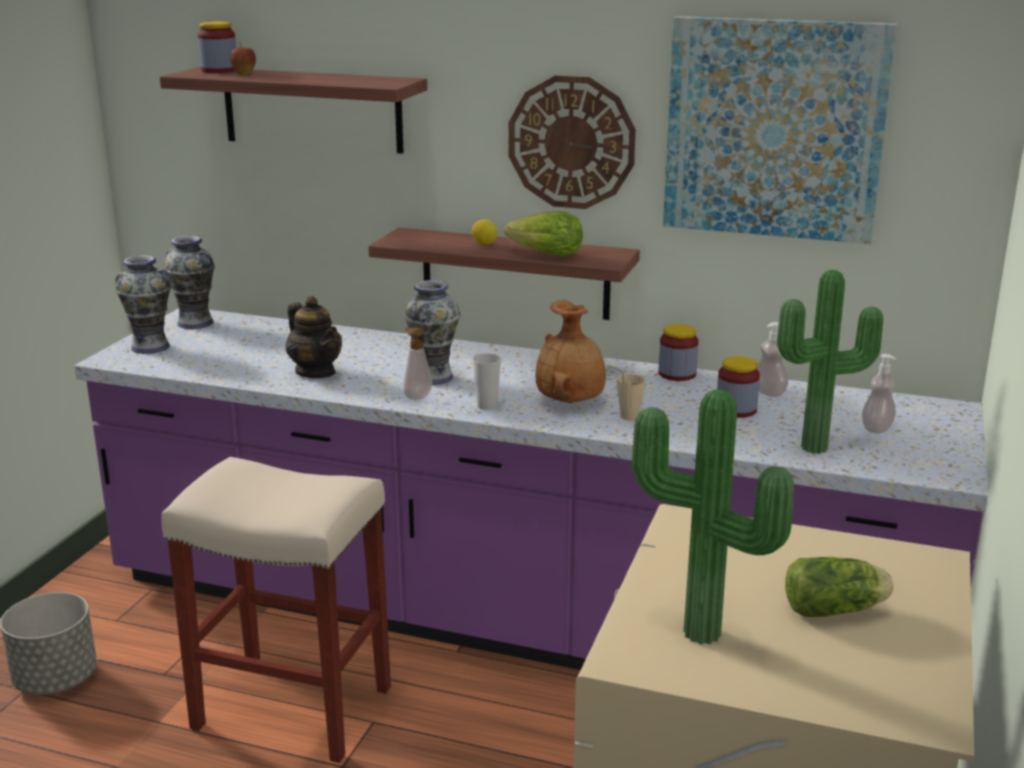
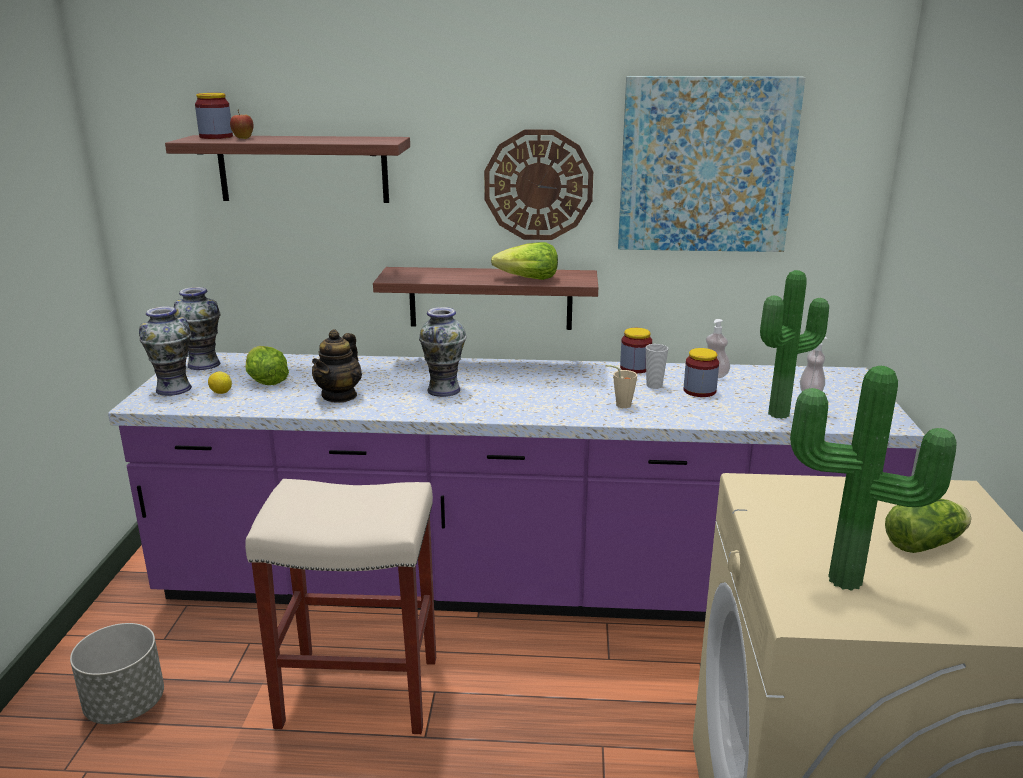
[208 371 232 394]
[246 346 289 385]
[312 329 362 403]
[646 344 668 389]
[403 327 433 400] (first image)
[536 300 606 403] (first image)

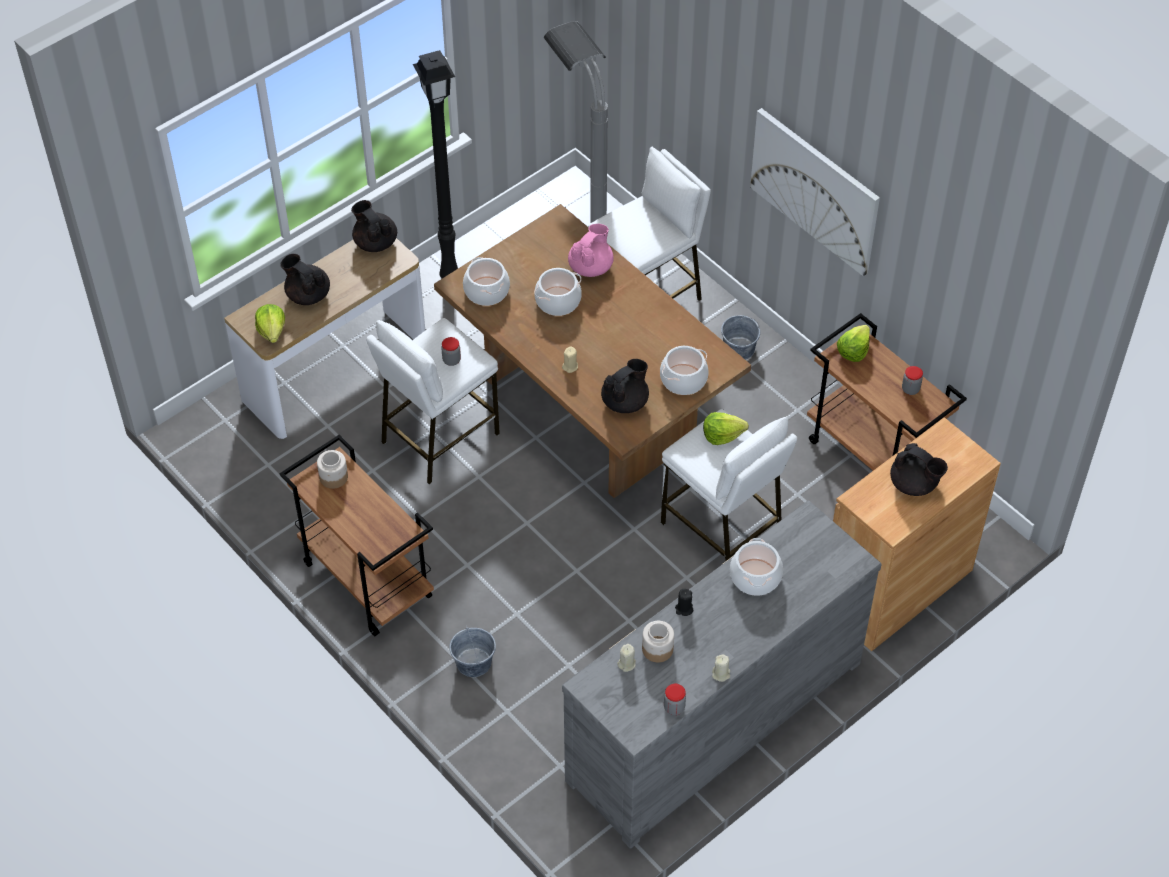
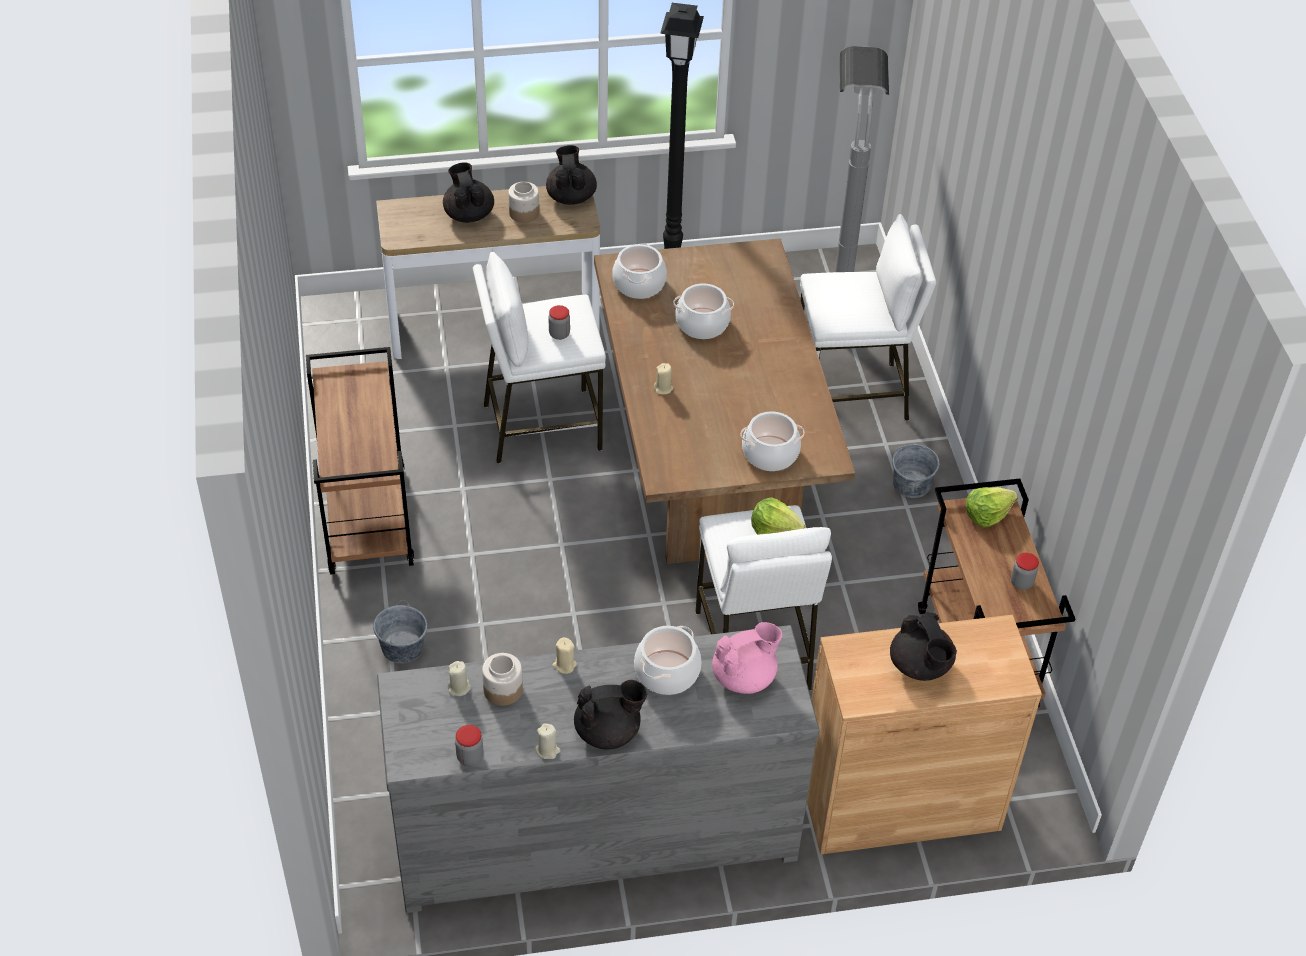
[508 181 539 223]
[552 637 577 674]
[574 680 647 750]
[712 622 783 694]
[255 304 285 343] (first image)
[750 108 880 277] (first image)

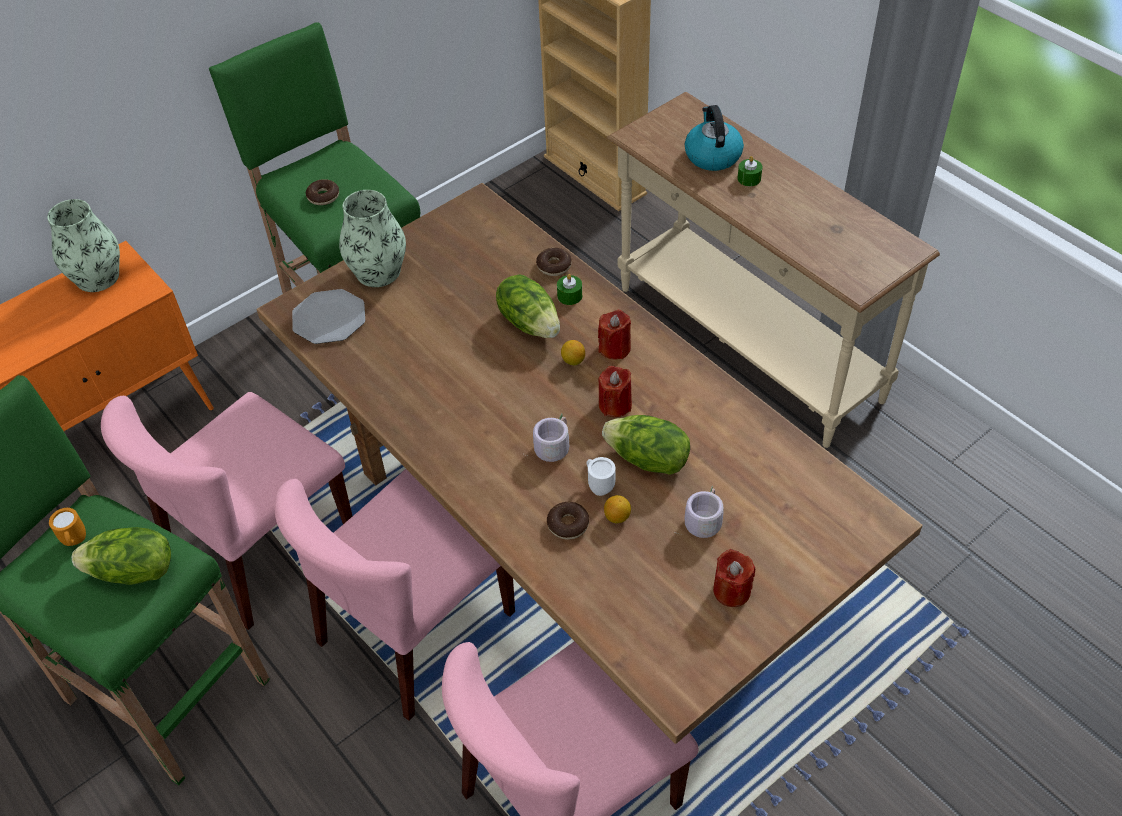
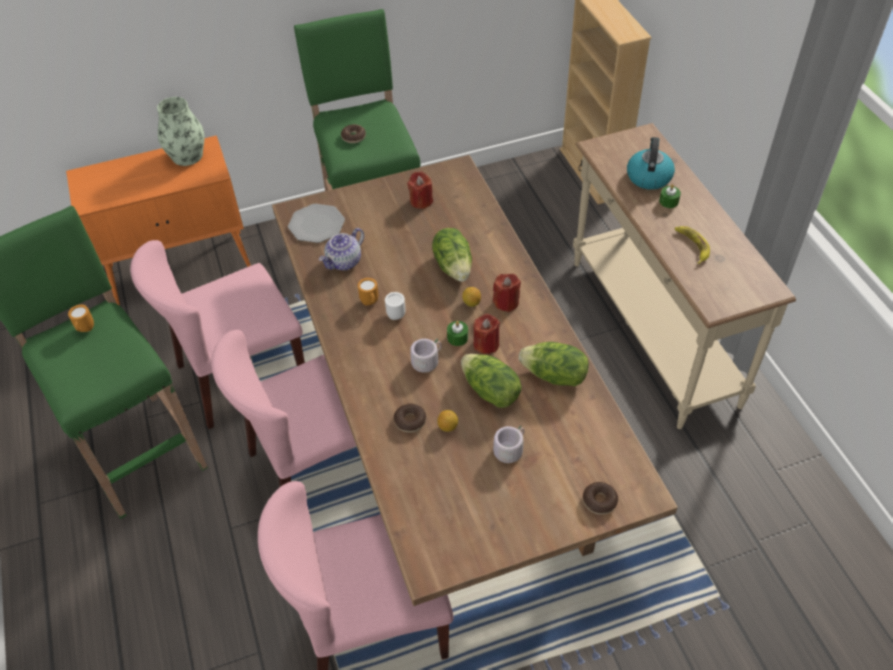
[319 228 364 270]
[358 278 378 306]
[385 292 406 320]
[407 171 433 209]
[447 321 468 346]
[519 342 589 386]
[583 482 618 515]
[675 226 710 264]
[339 190 406 287] (first image)

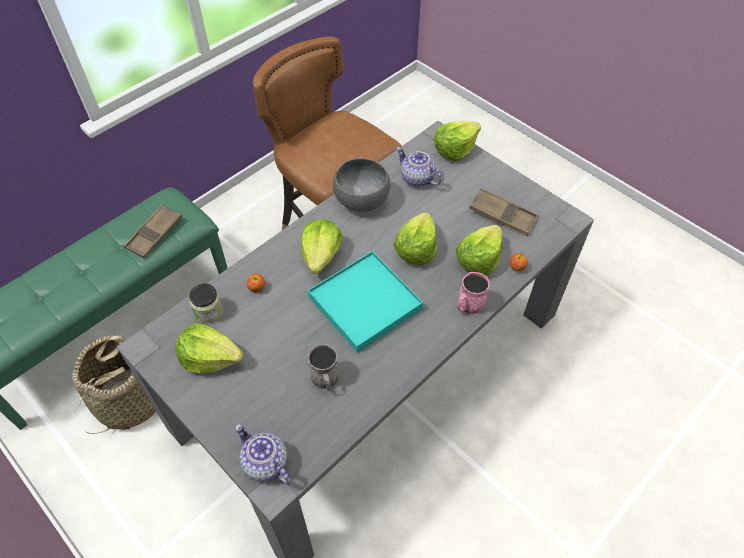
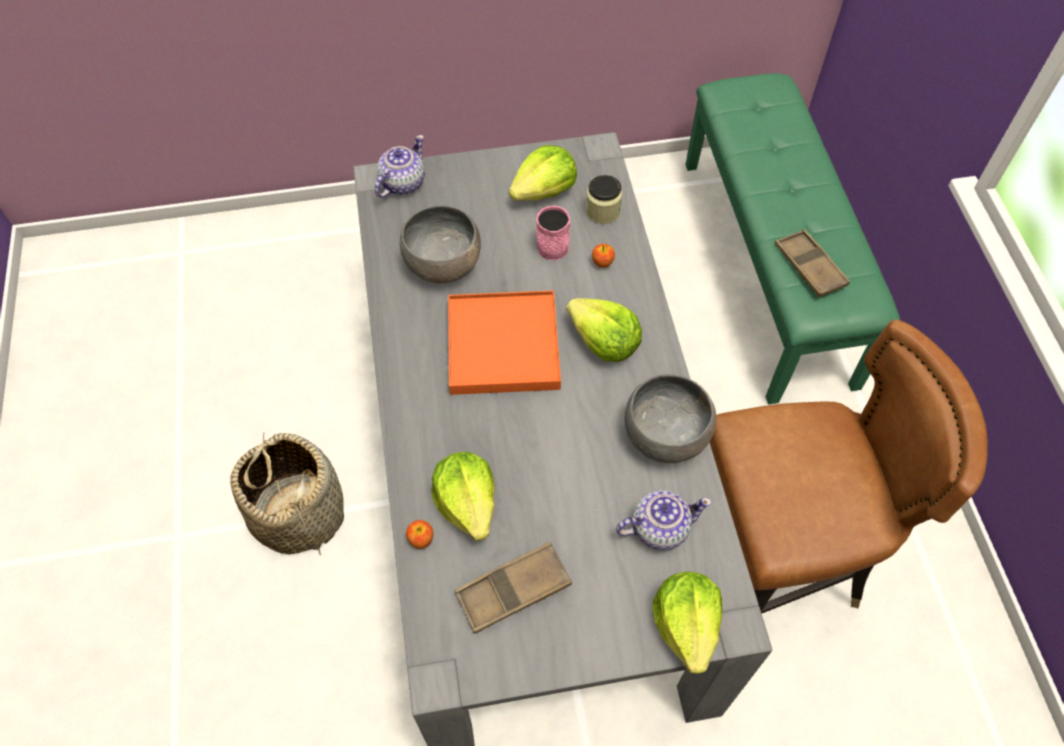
[230 433 344 555]
[375 135 425 197]
[400 205 481 283]
[448 290 561 395]
[536 205 570 260]
[394 212 437 265] (first image)

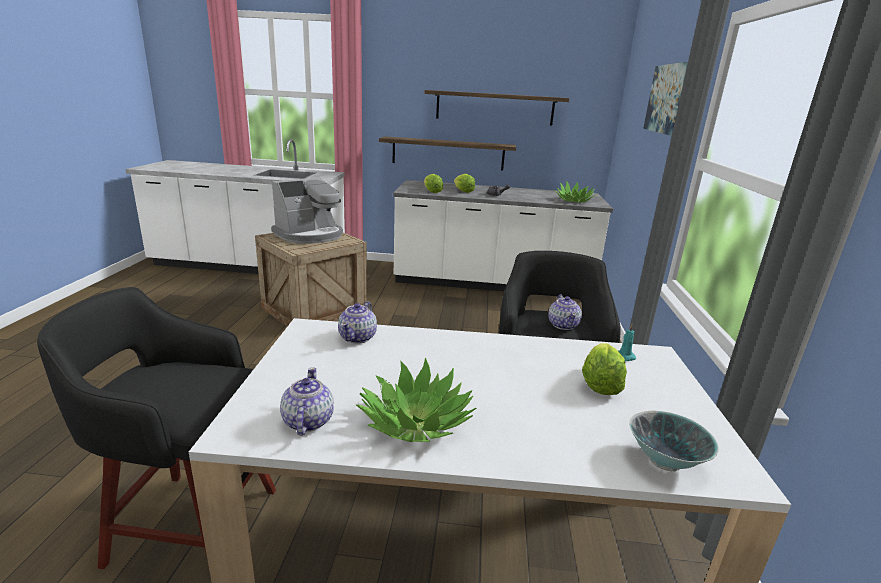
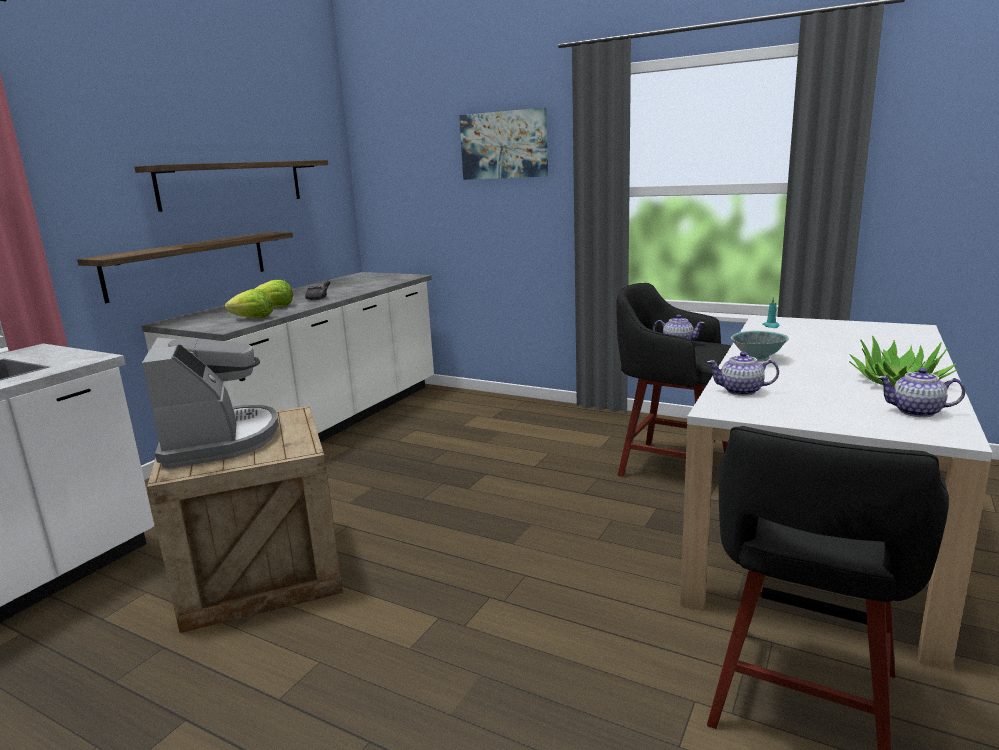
[707 352 779 396]
[731 331 789 362]
[554 180 597 202] (first image)
[582 343 627 395] (first image)

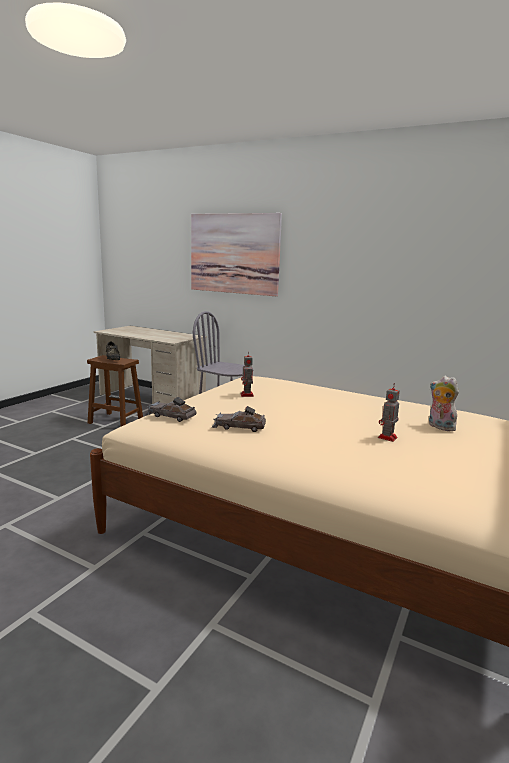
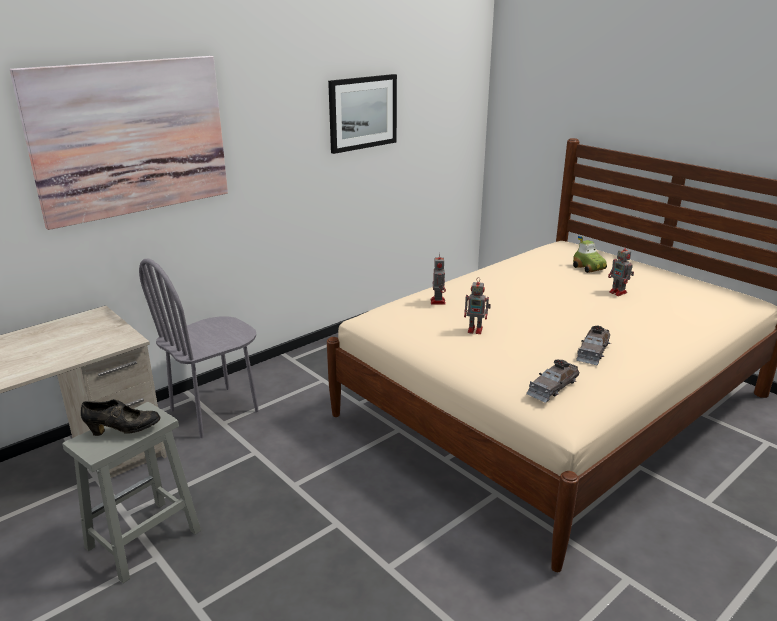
[63 402 201 583]
[328 74 397 154]
[431 253 446 305]
[573 236 607 273]

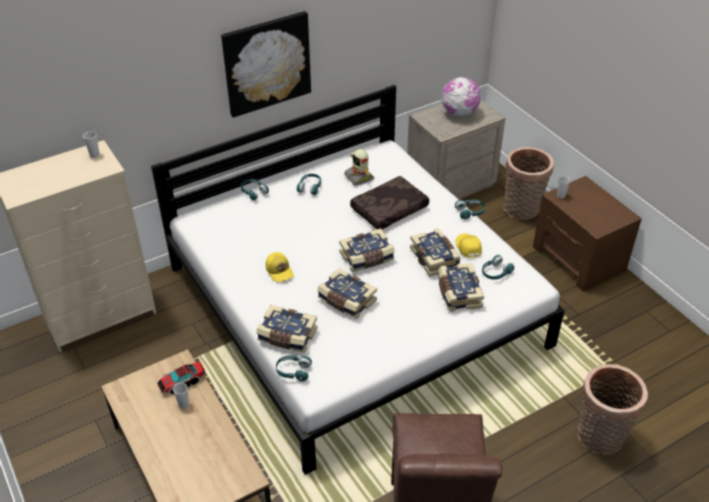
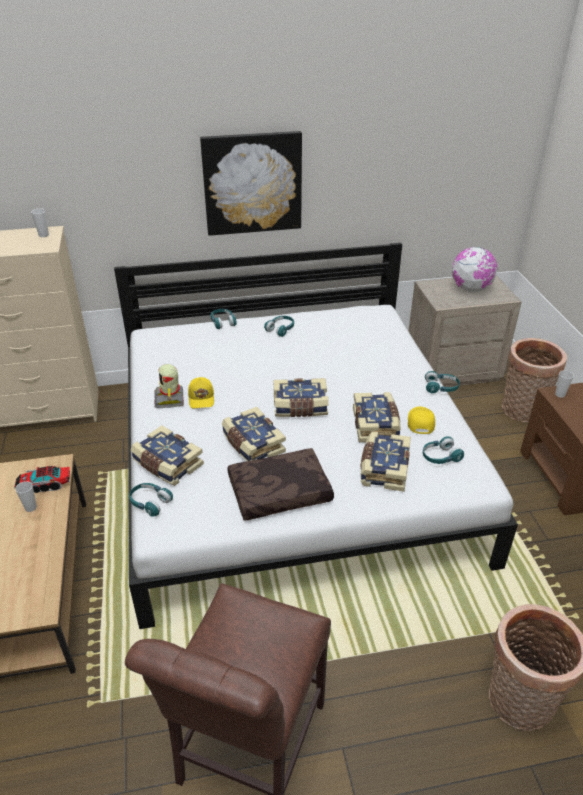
[154 364 184 408]
[227 448 334 521]

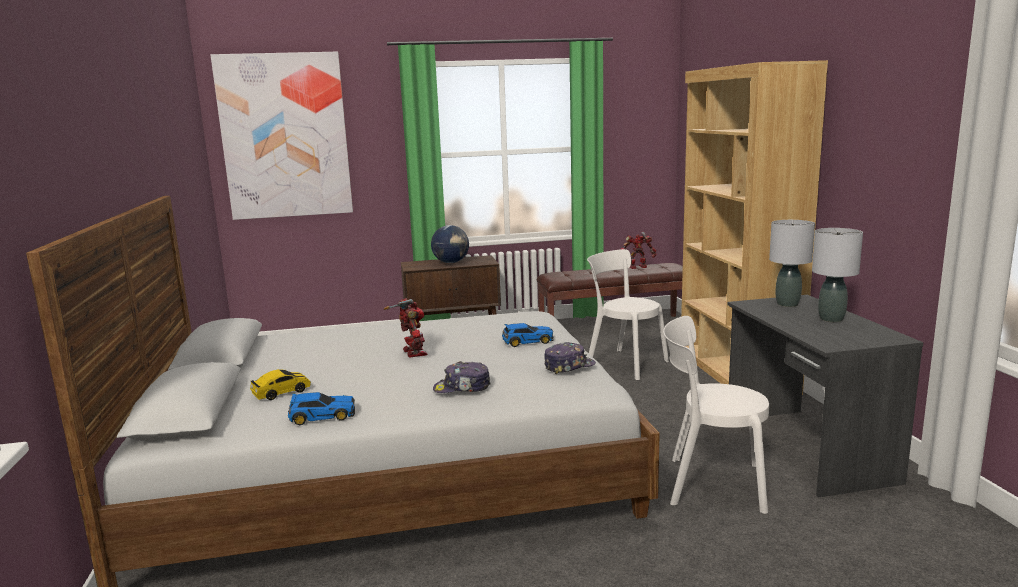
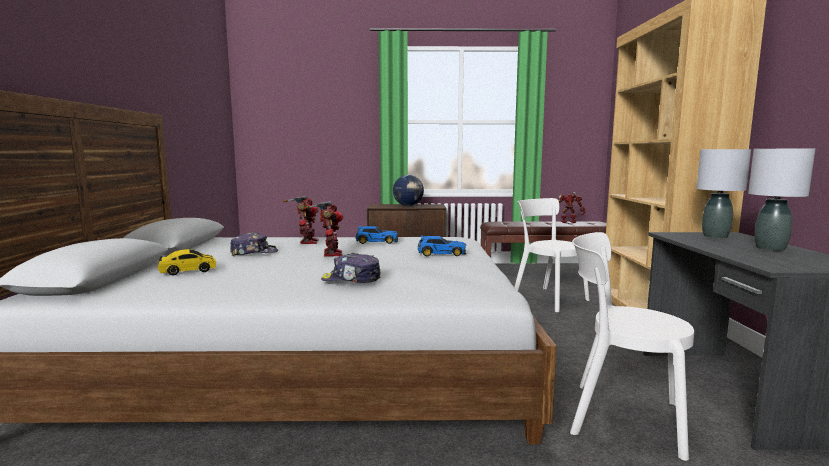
[230 233 278 256]
[283 196 319 244]
[355 226 398 244]
[210 52 353 220] (first image)

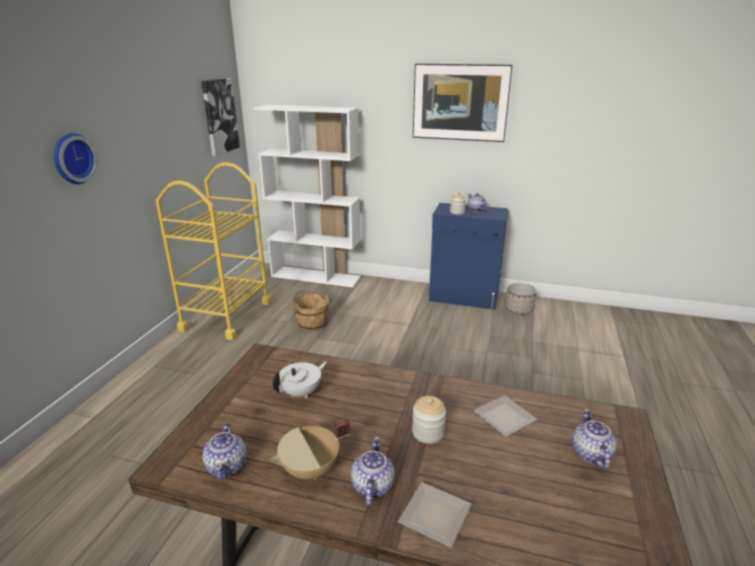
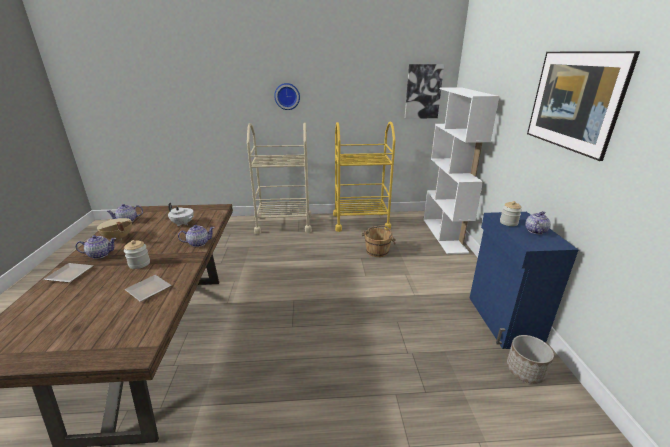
[178 225 215 247]
[247 123 312 234]

